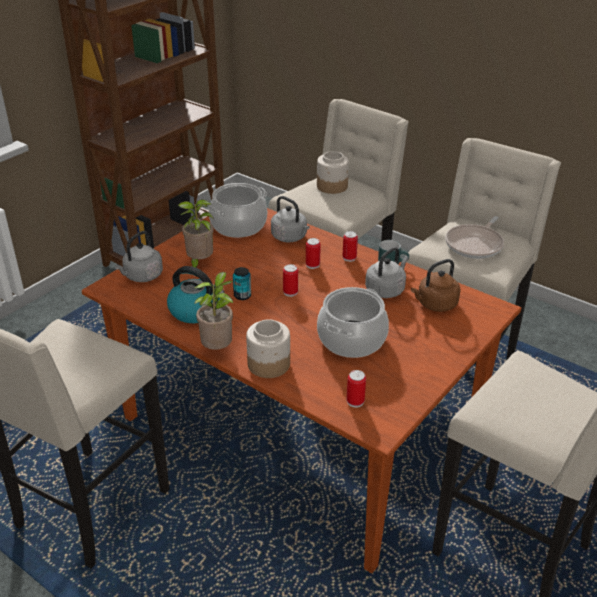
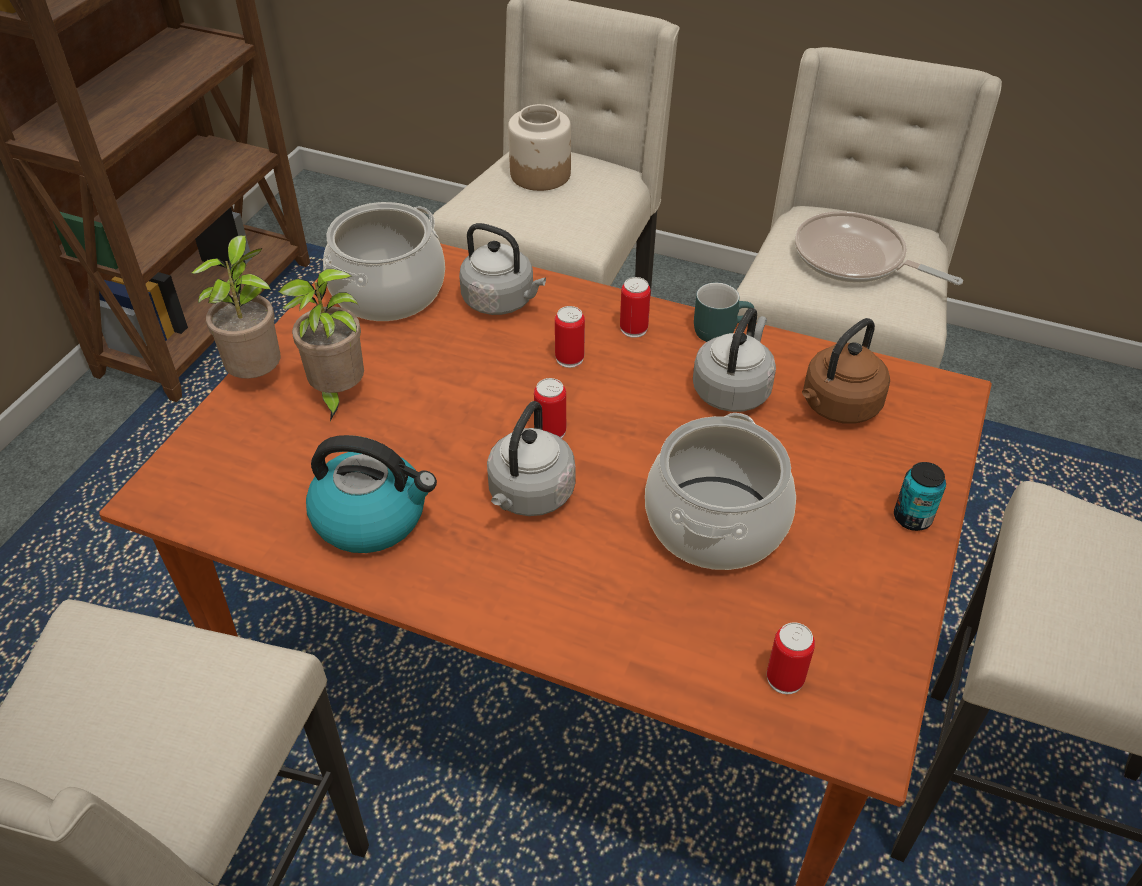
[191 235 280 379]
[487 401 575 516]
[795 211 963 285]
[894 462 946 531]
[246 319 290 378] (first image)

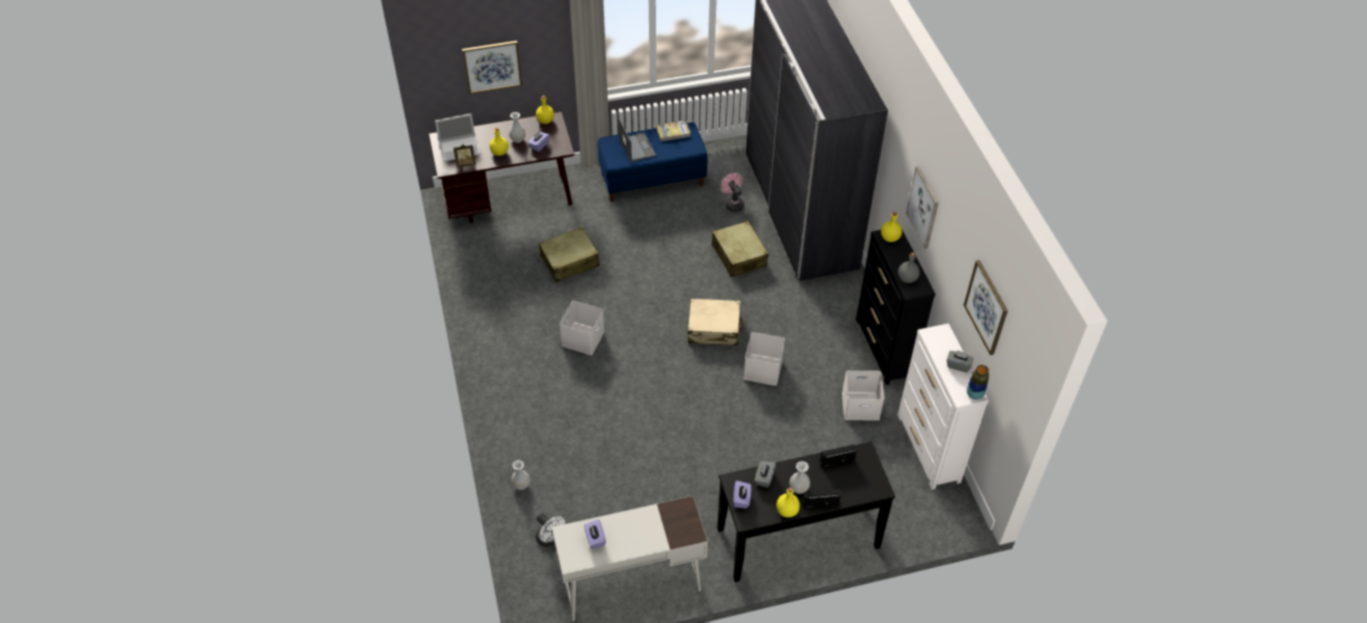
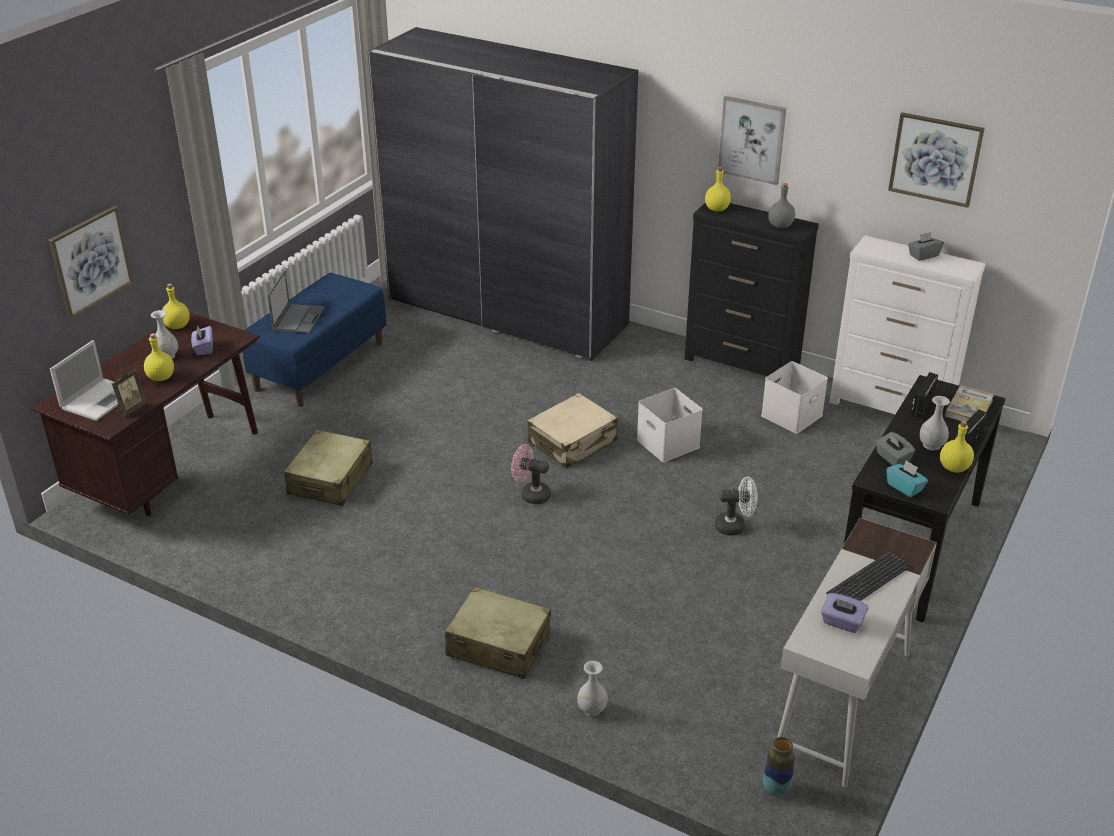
[267 270 325 333]
[445 586 551 679]
[511 444 551 504]
[715 477 758 536]
[763 737 795 796]
[826 551 911 601]
[886 460 928 497]
[945 385 994 422]
[559 300 605 355] (first image)

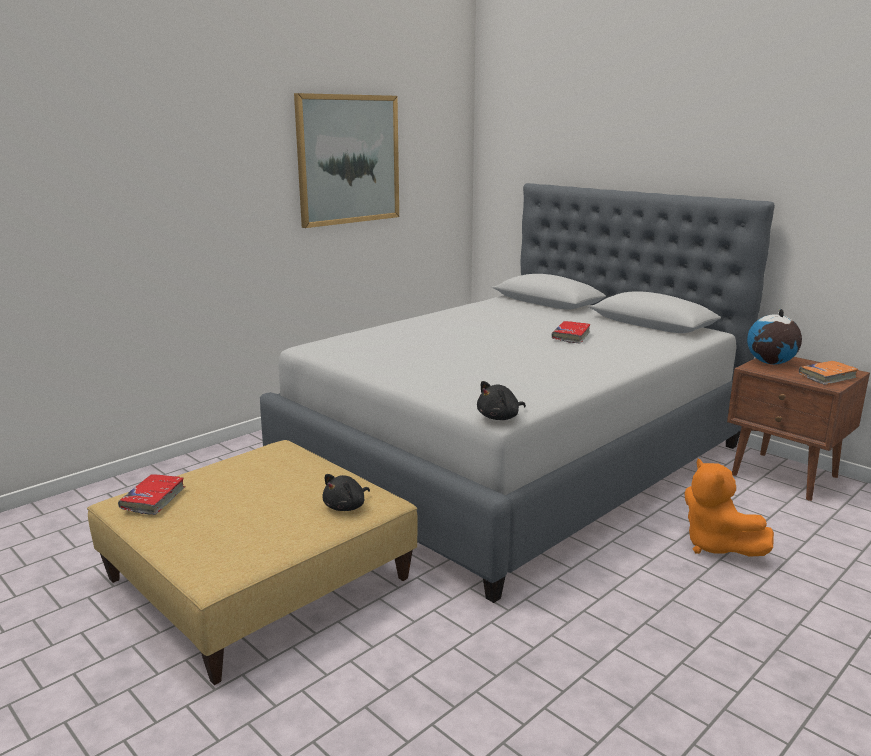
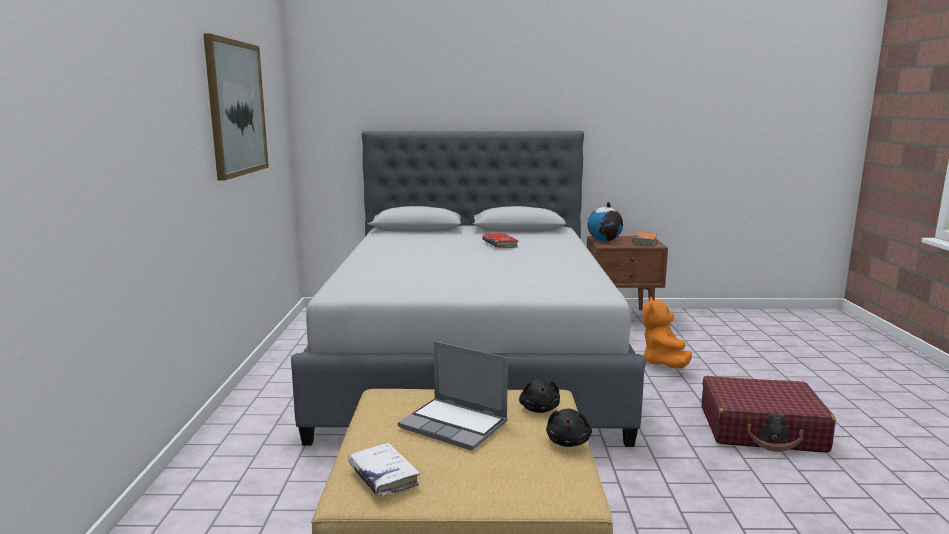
[348 443 420 496]
[398 341 508 451]
[546 409 592 447]
[642 297 692 369]
[701 376 836 453]

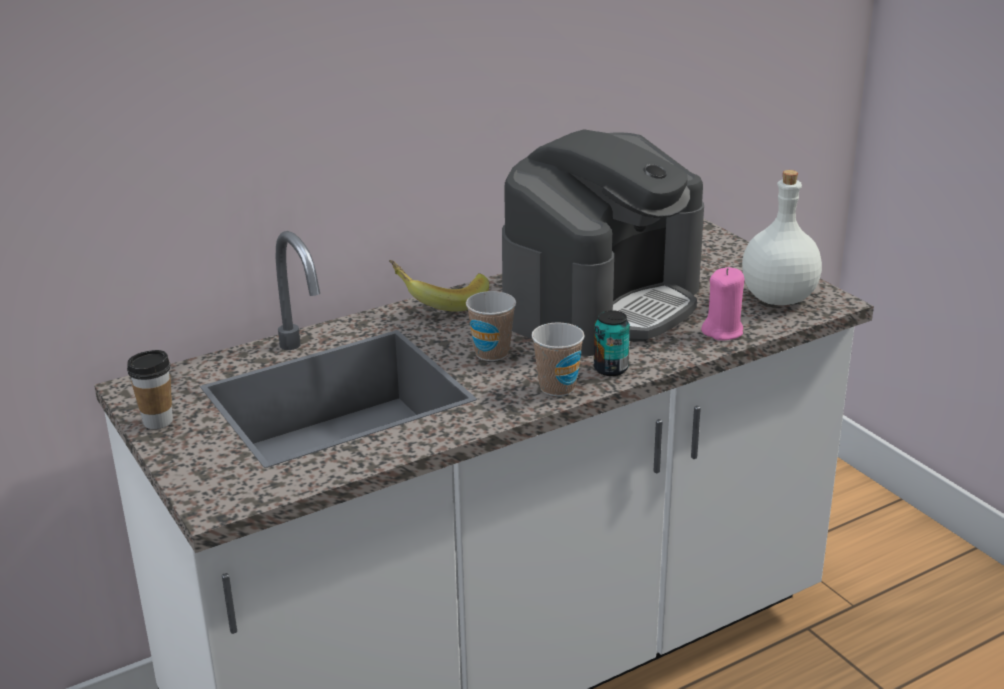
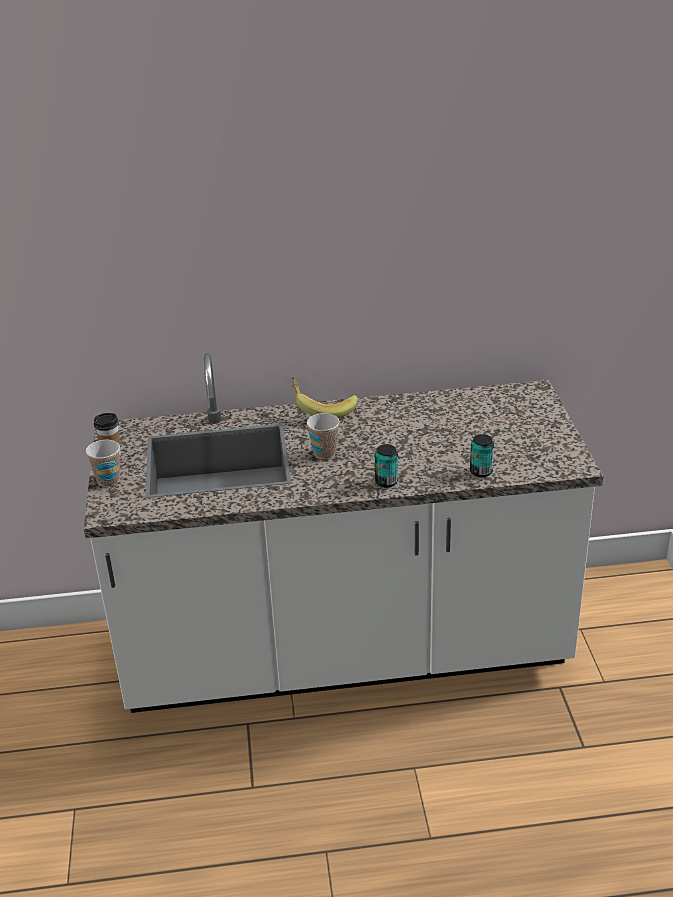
[86 440 120 487]
[470 434 494 477]
[502 130 704 356] (first image)
[742 170 822 305] (first image)

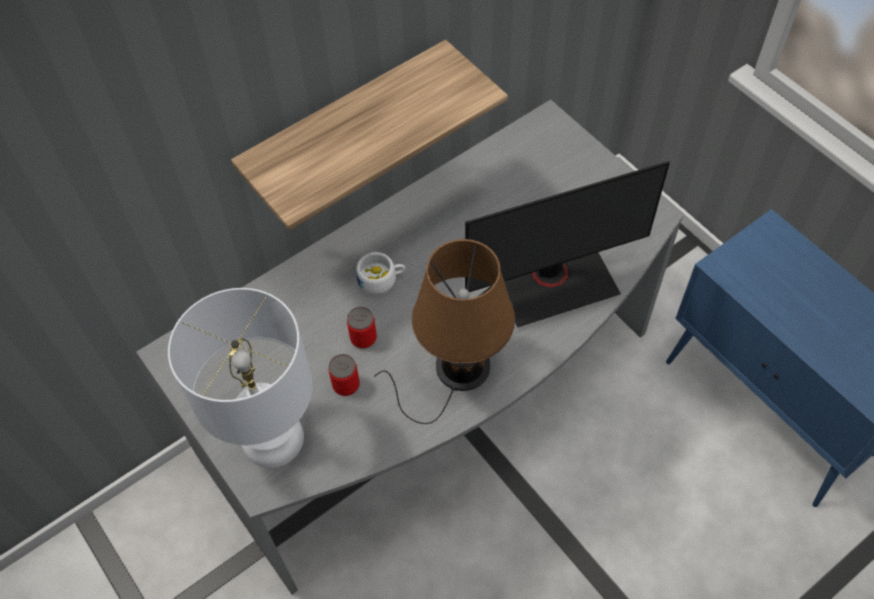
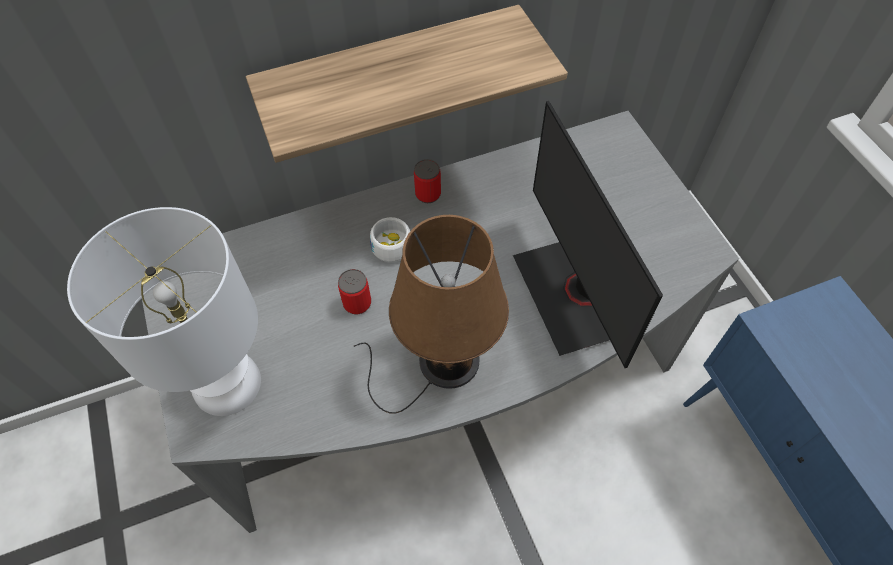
[414 159 441 203]
[513 101 663 368]

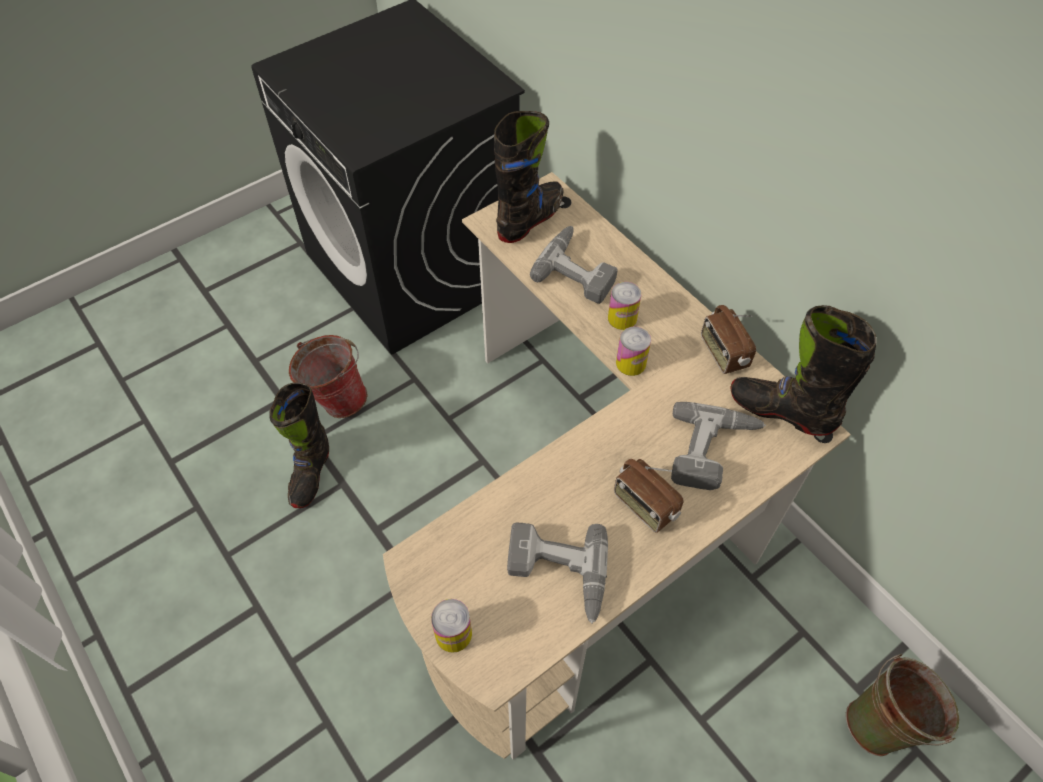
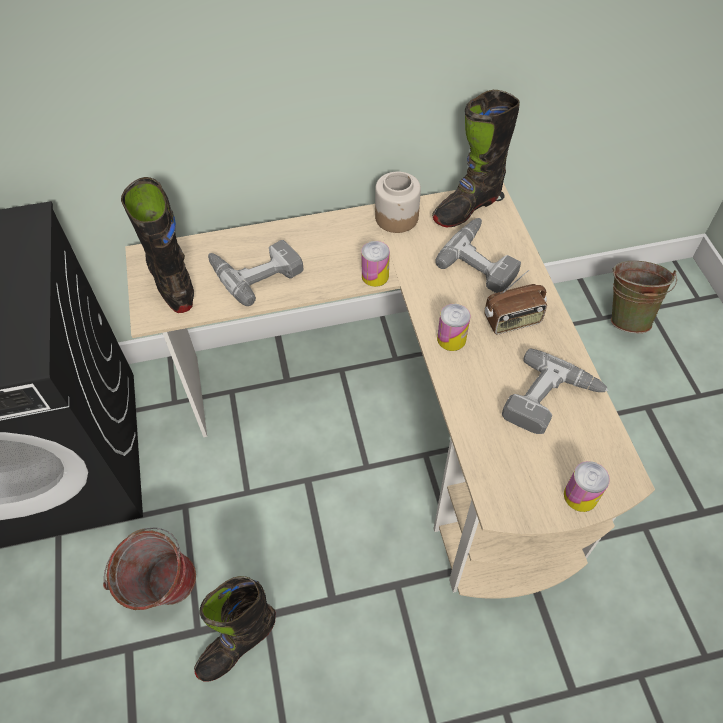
[194 576 276 681]
[375 172 421 233]
[437 304 471 351]

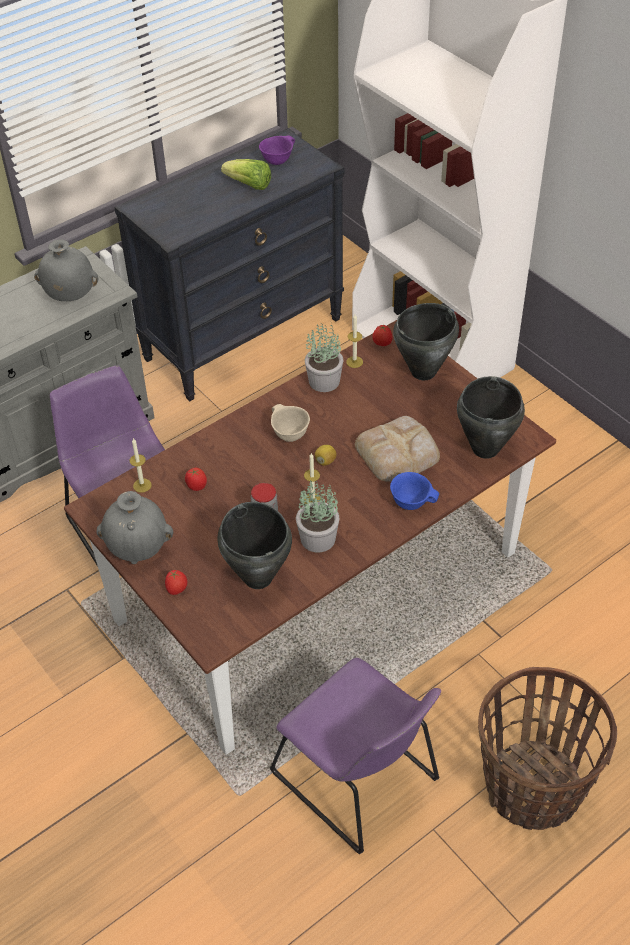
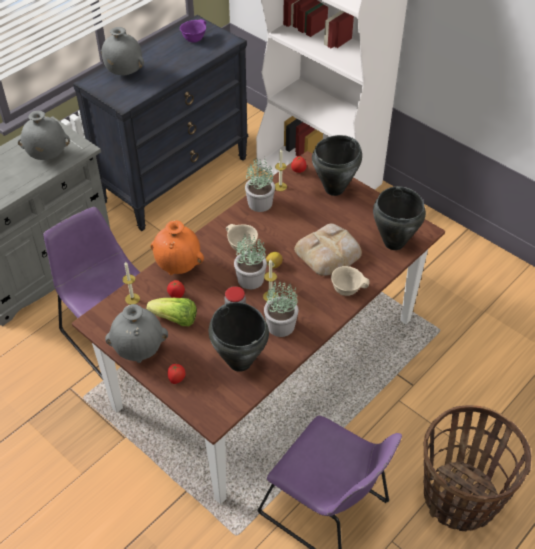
[101 27 144 75]
[146 298 197 326]
[151 220 204 275]
[234 234 267 289]
[331 266 370 296]

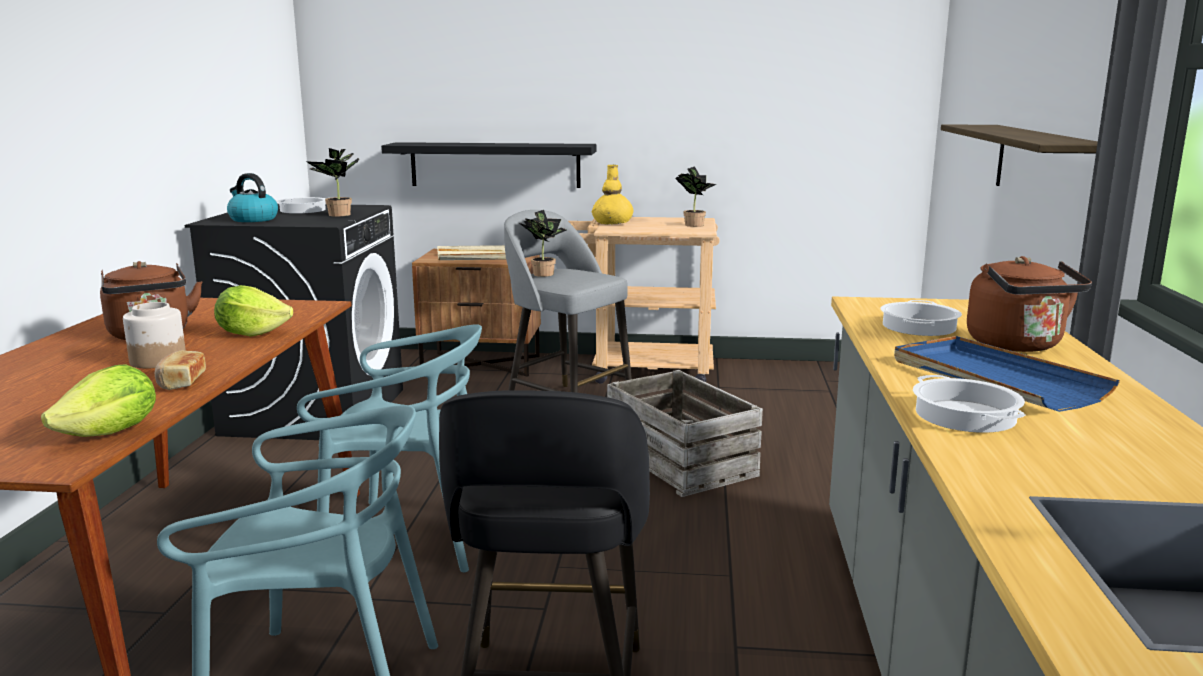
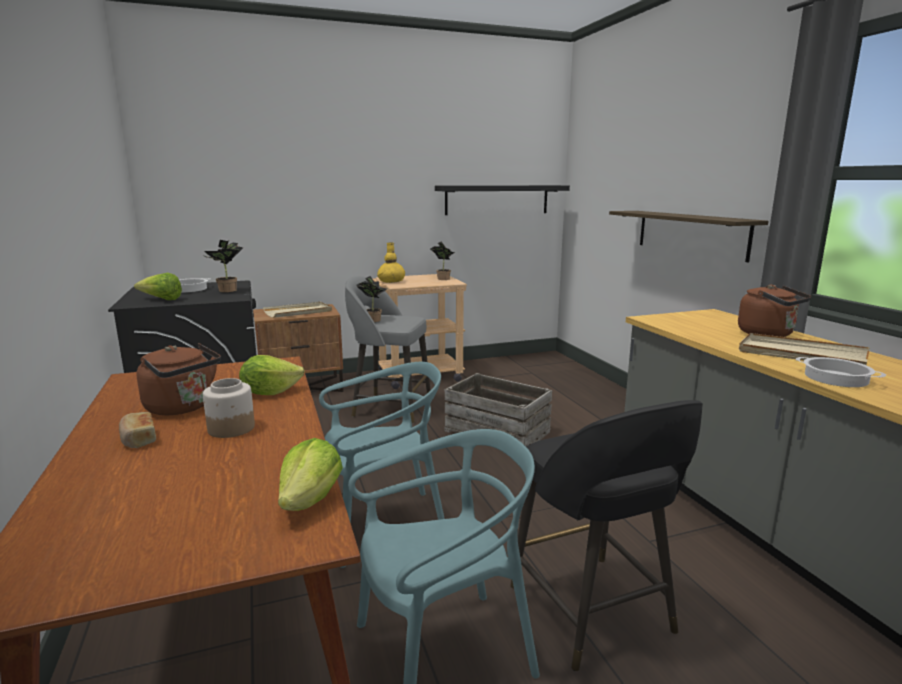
[119 412 156 448]
[134 273 182 300]
[435 185 570 215]
[739 333 870 365]
[880 300 962 336] (first image)

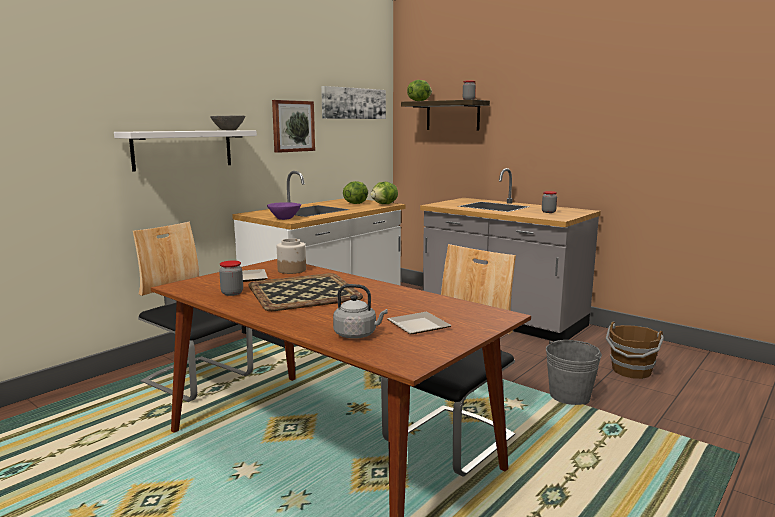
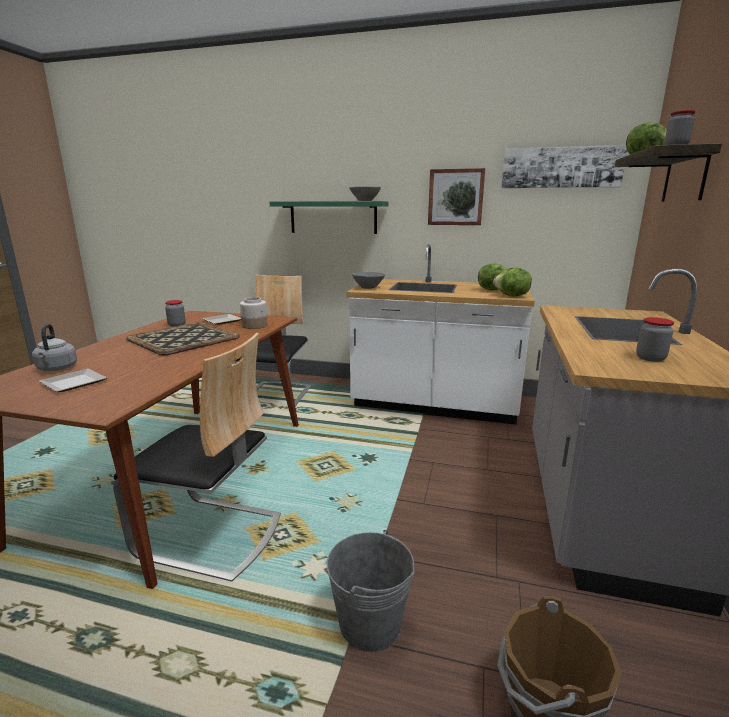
[269 201 389 234]
[352 272 385 289]

